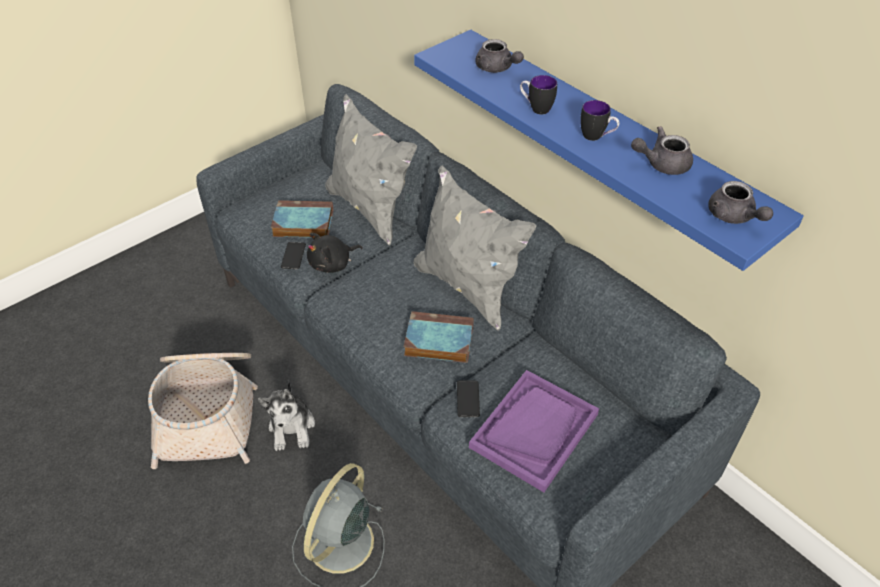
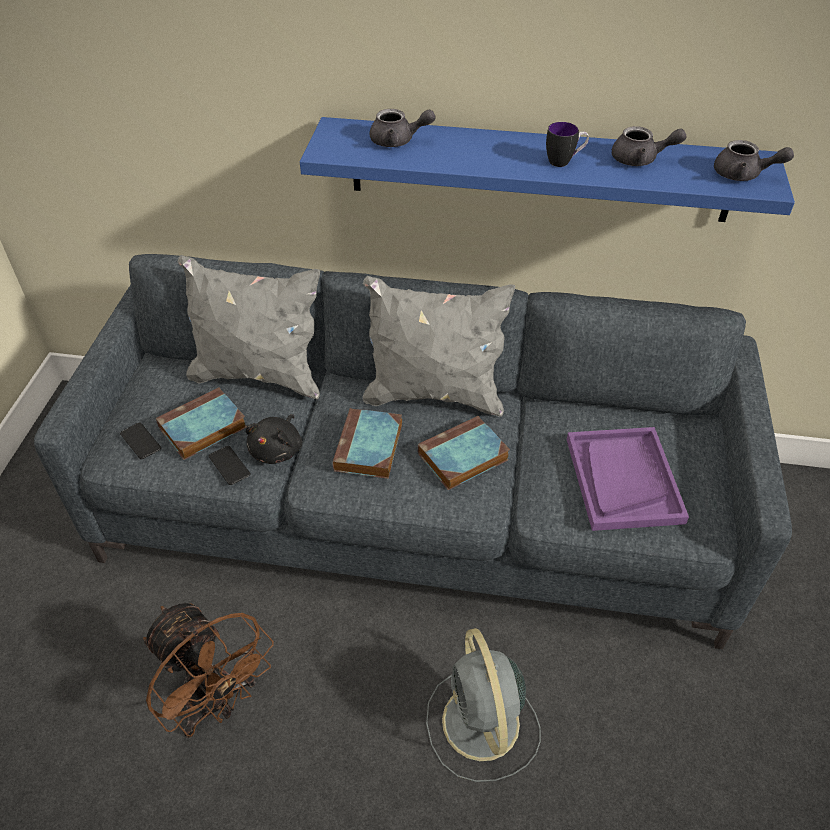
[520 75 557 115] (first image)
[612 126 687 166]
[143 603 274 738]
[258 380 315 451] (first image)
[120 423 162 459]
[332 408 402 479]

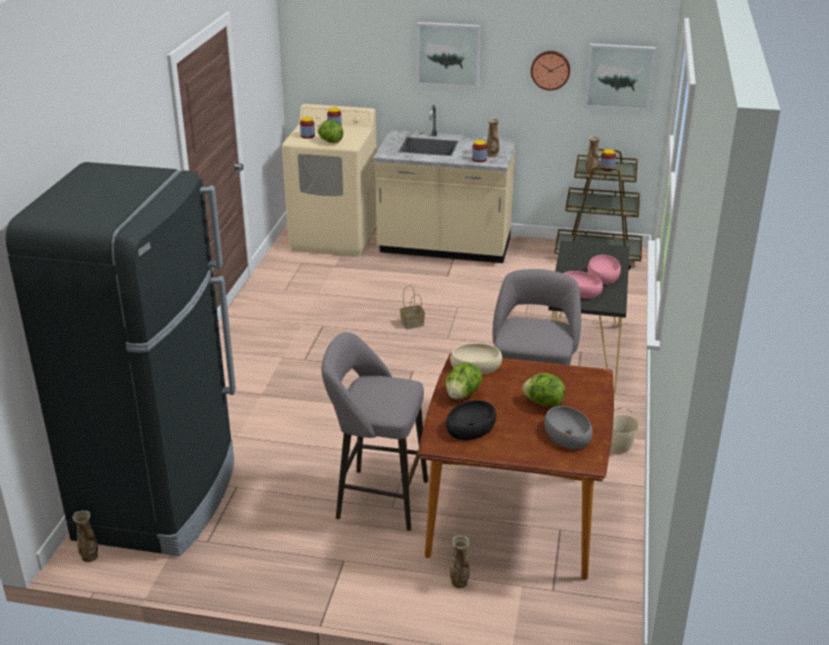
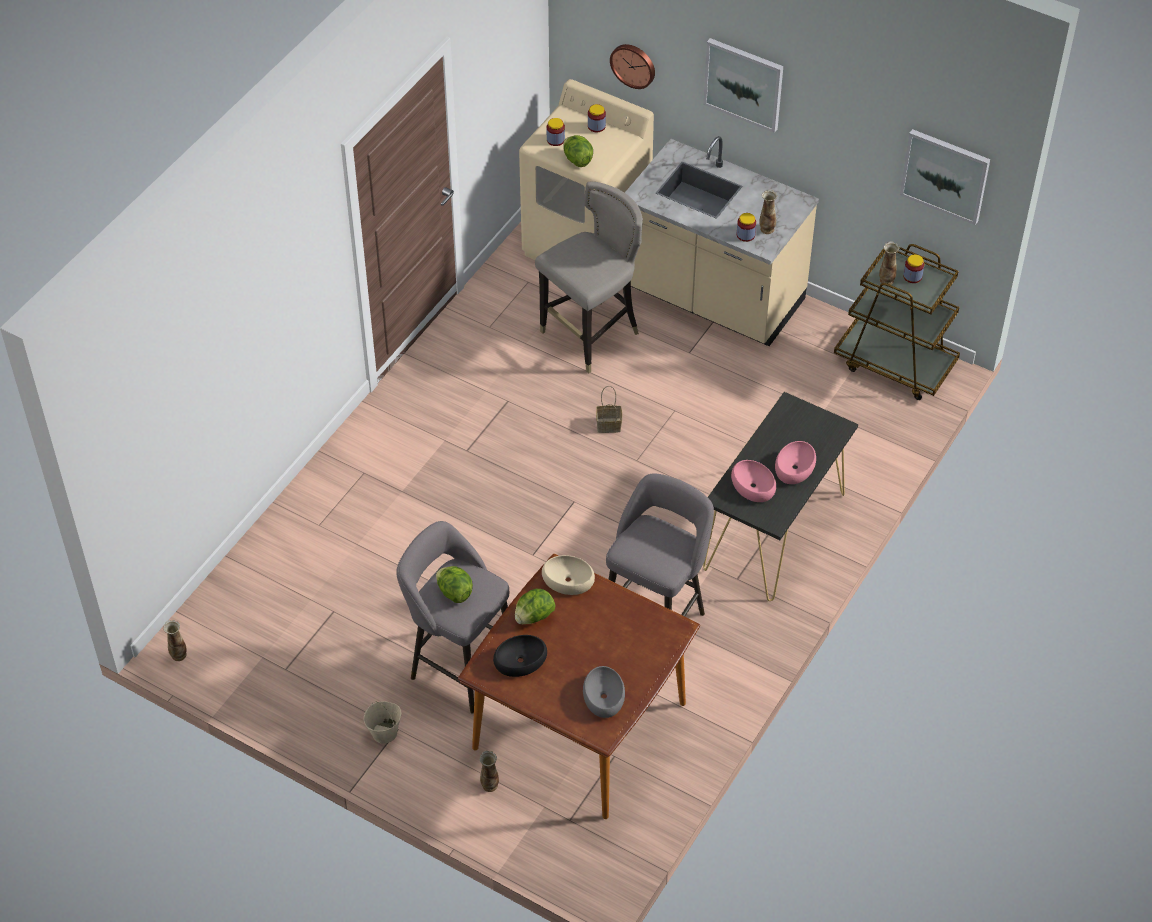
[610 44 655 89]
[5 162 236 556] (first image)
[436 566 473 603]
[364 701 402 744]
[535 182 643 373]

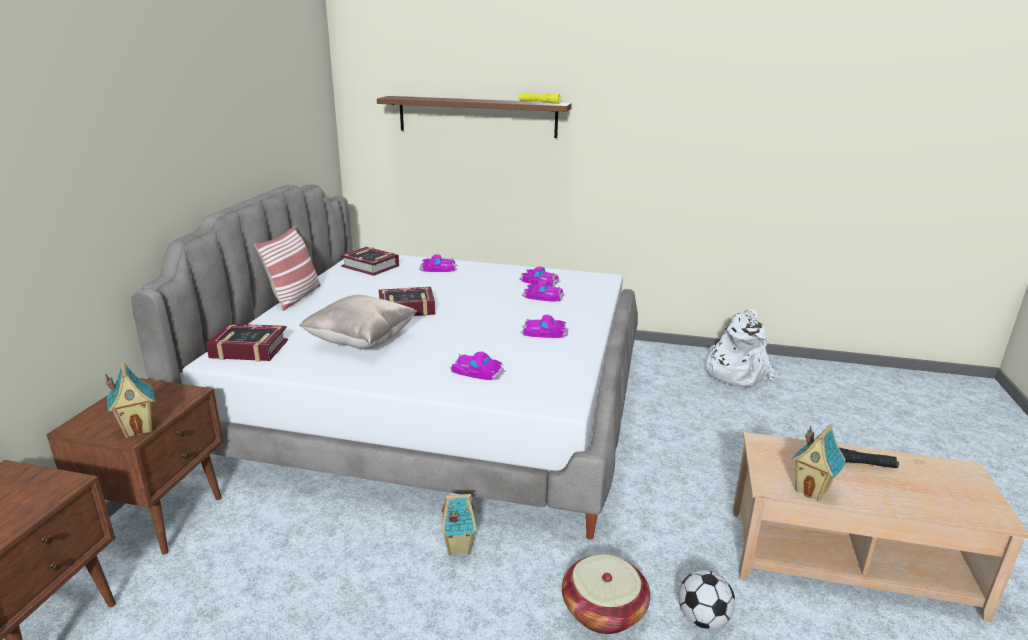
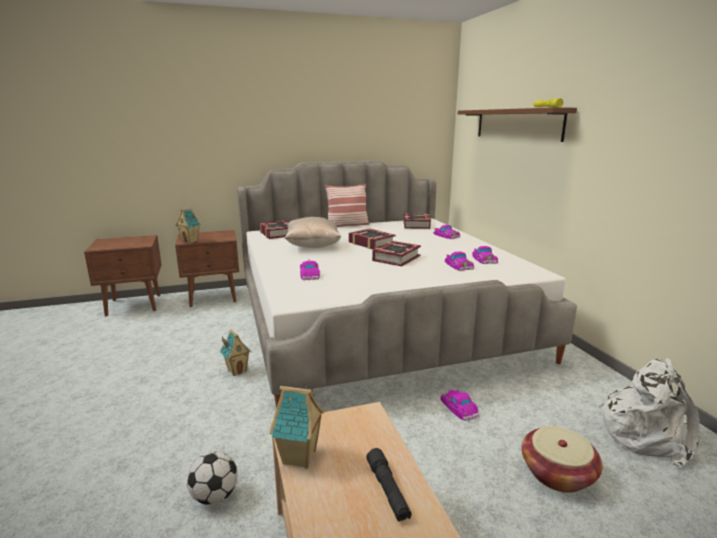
[440 388 480 421]
[521 426 603 493]
[372 241 421 266]

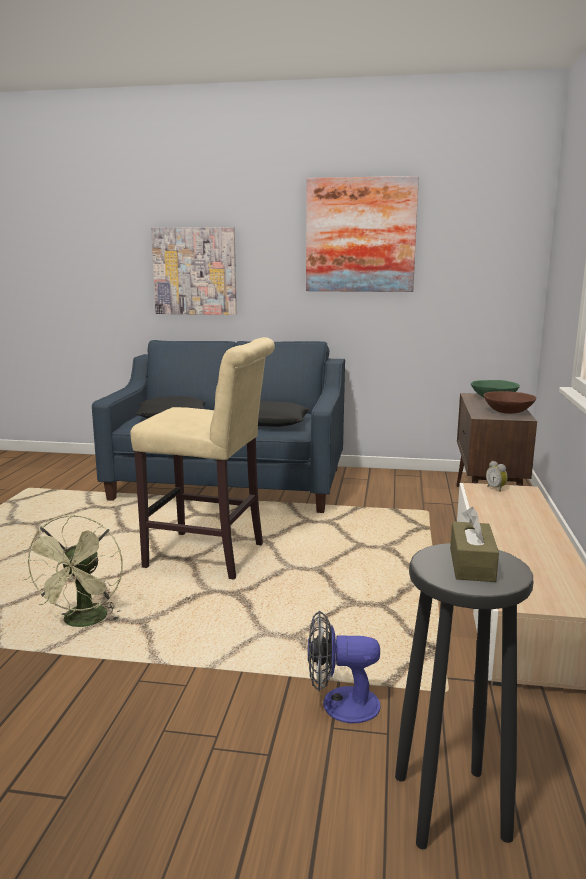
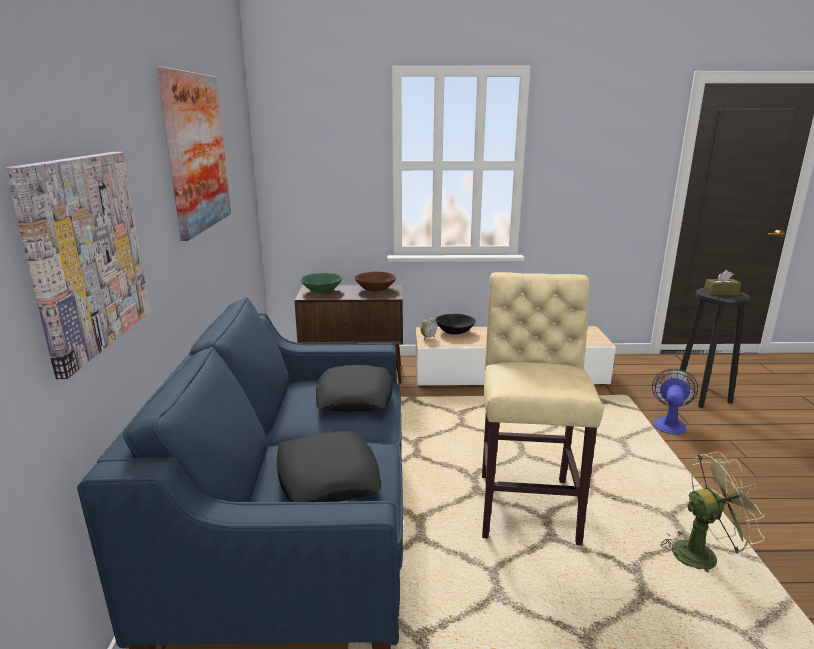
[652 369 698 435]
[435 314 476 335]

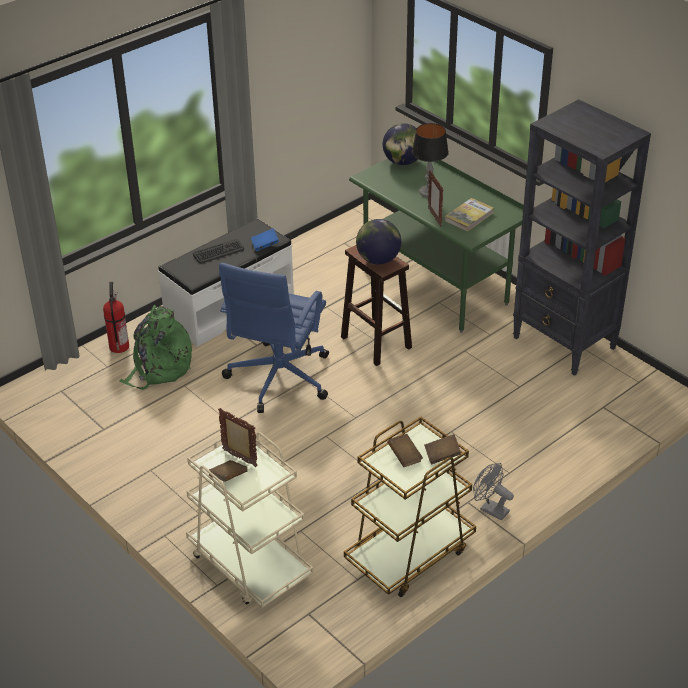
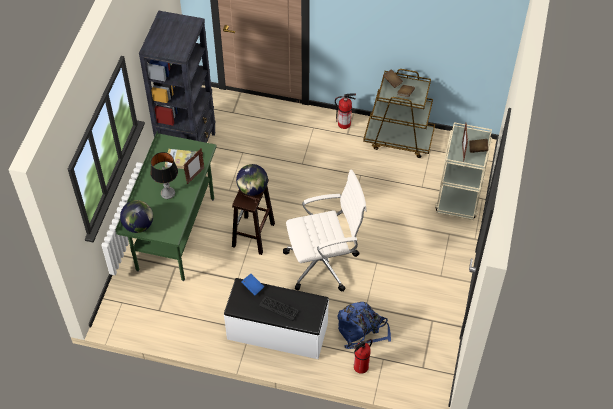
[283 170 367 292]
[337 302 391 349]
[335 93 356 129]

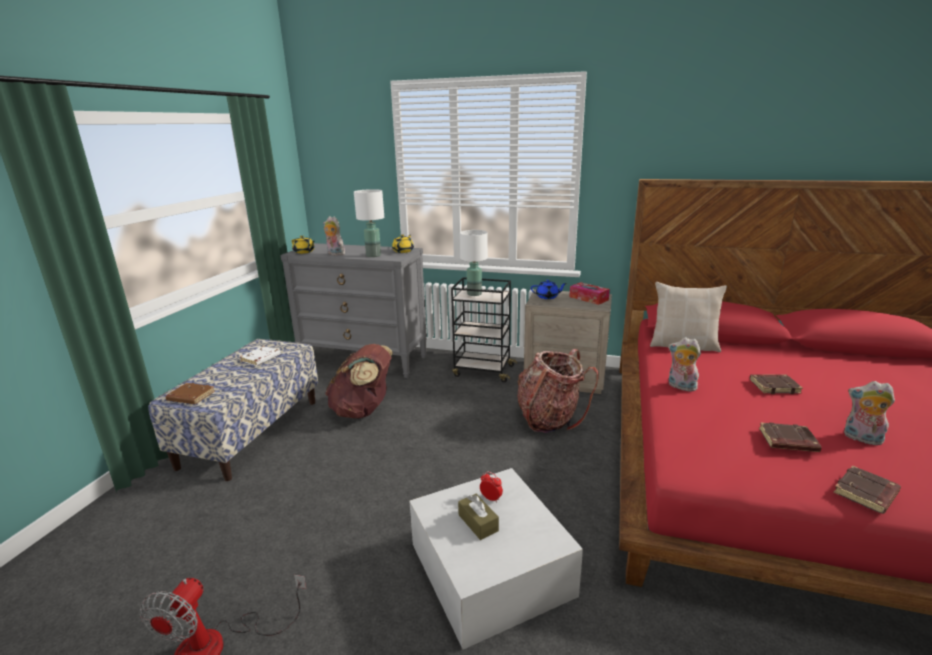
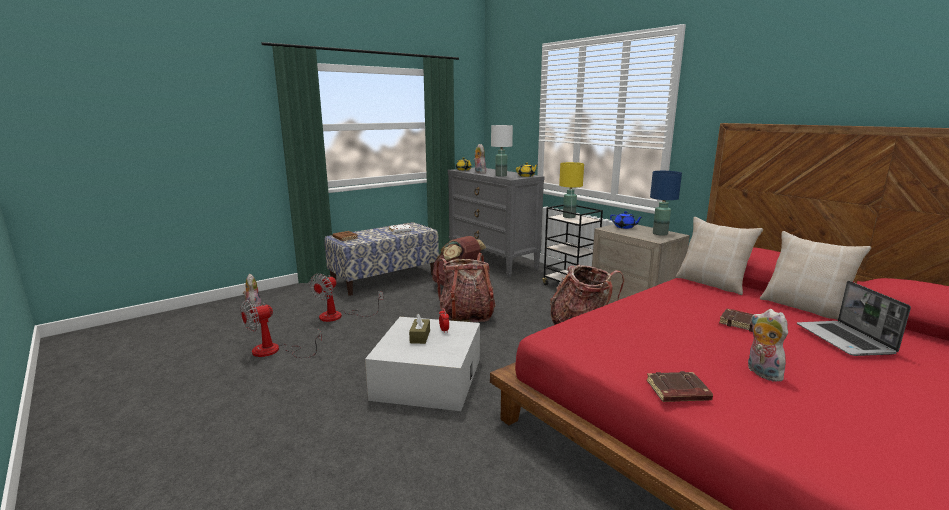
[559 162 584 218]
[650 171 682 236]
[243 274 262 307]
[759 422 822 452] (first image)
[760 231 871 320]
[436 253 495 322]
[310 273 383 322]
[797 281 911 356]

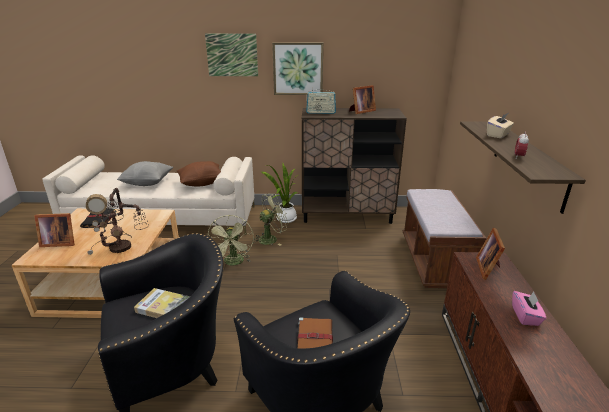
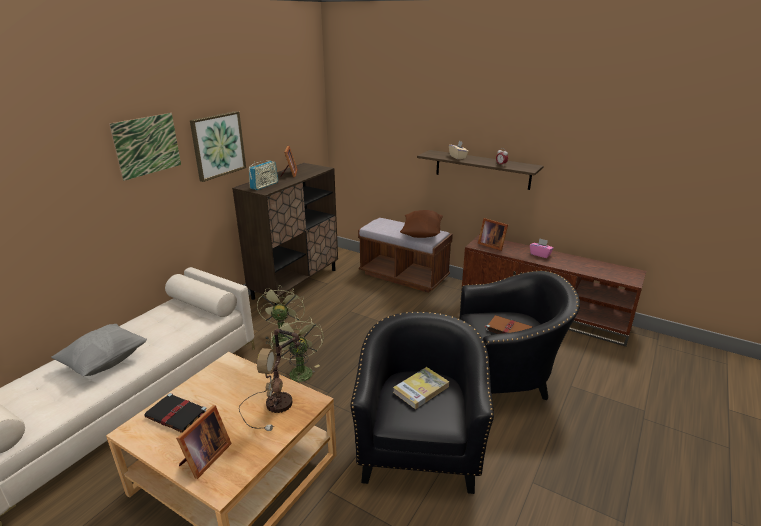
[400 210 443 238]
[262 163 298 223] (first image)
[271 316 324 383]

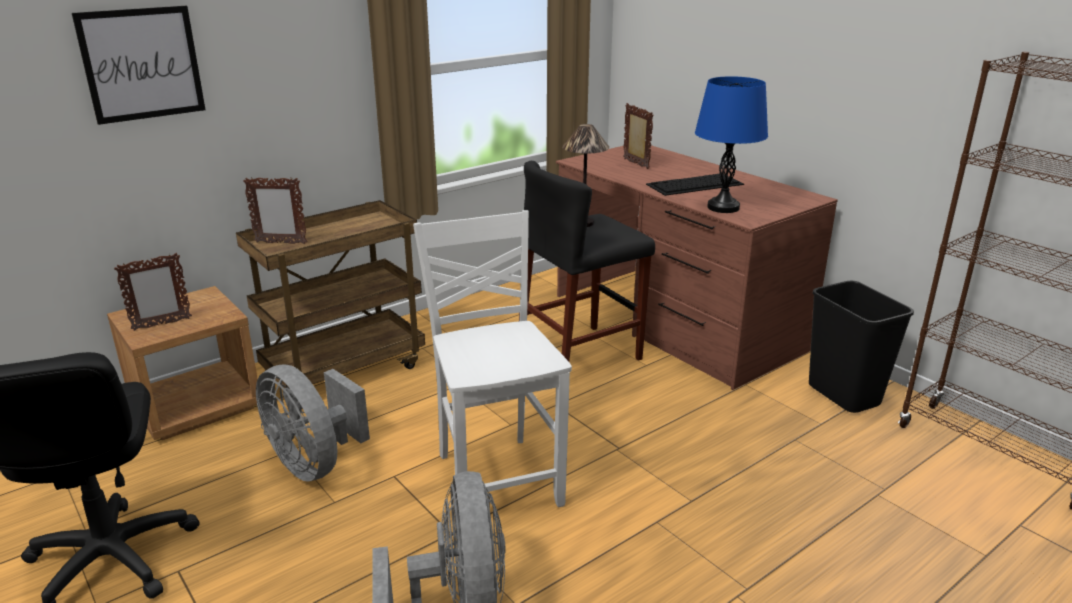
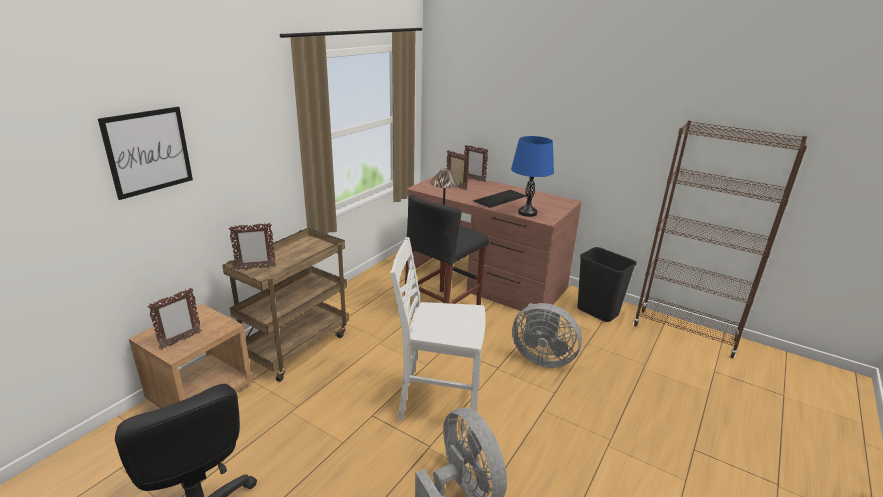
[390 237 485 431]
[512 303 582 368]
[464 145 488 182]

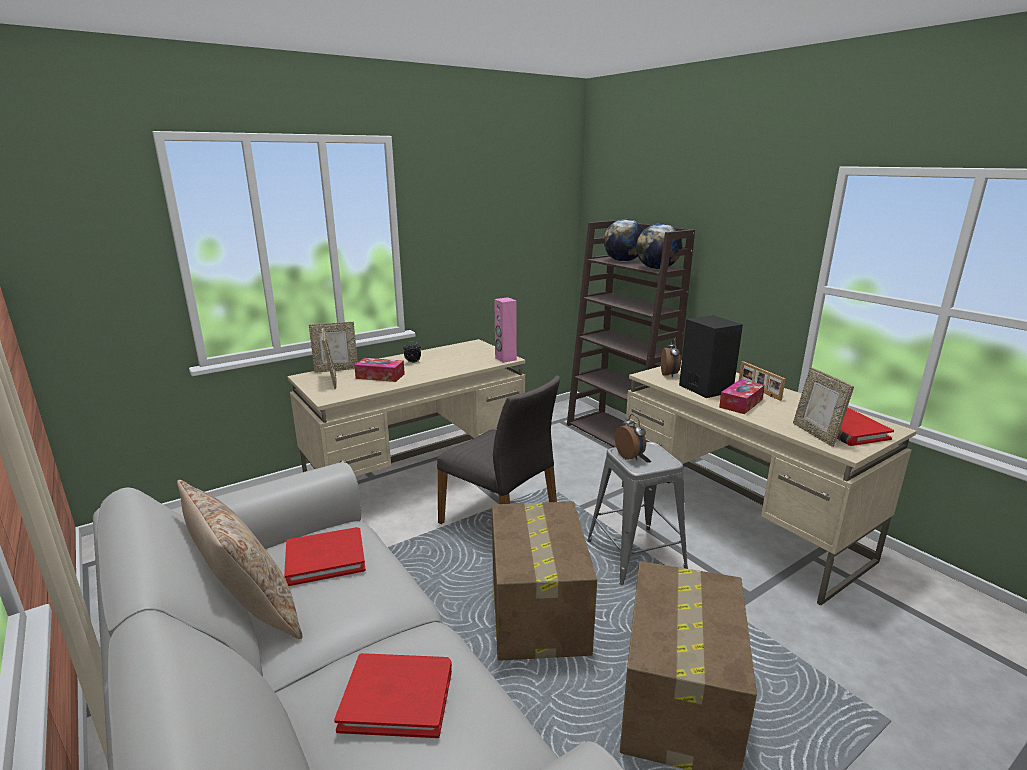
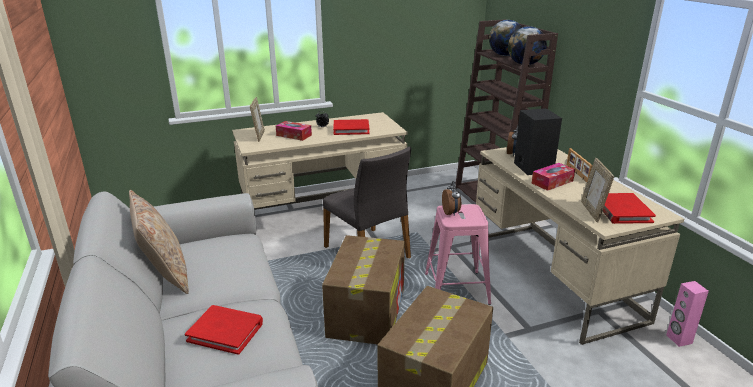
[666 281 709 347]
[309 322 358 373] (first image)
[425 204 491 305]
[333 119 370 135]

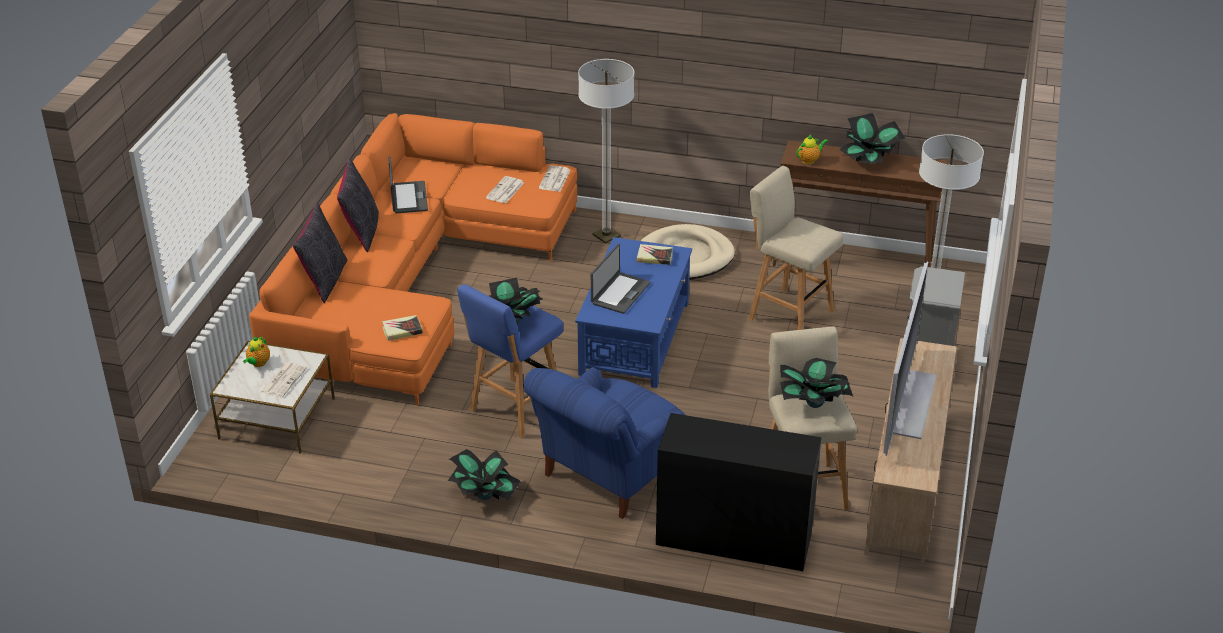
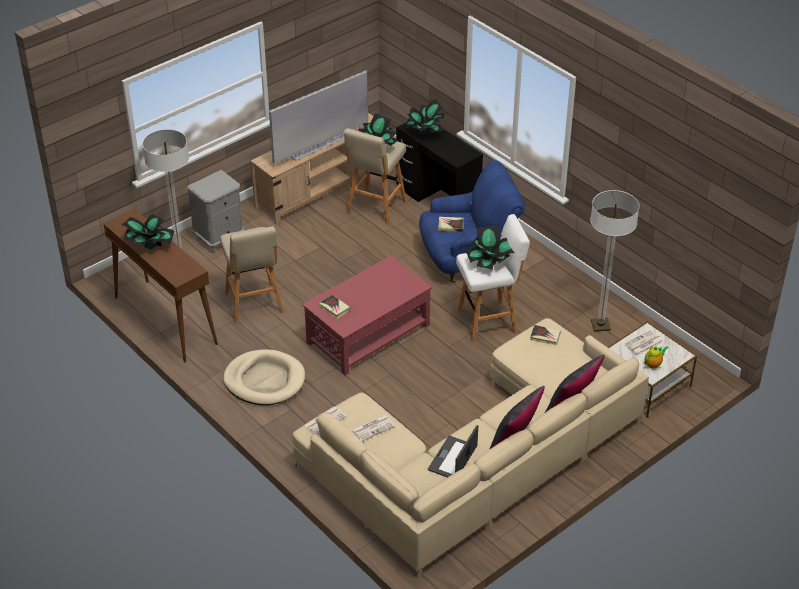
[590 190 640 331]
[293 318 649 577]
[796 135 828 164] (first image)
[302 256 432 375]
[591 244 650 314] (first image)
[456 214 530 342]
[406 99 444 134]
[438 217 464 232]

